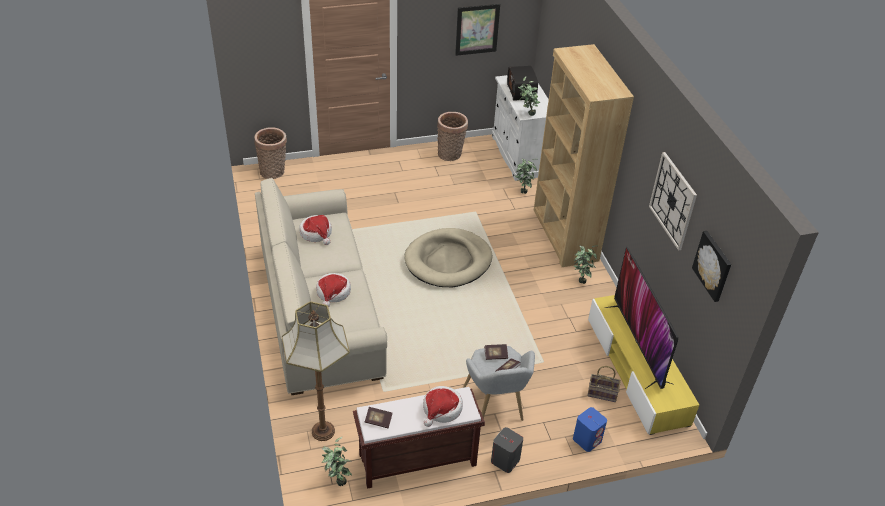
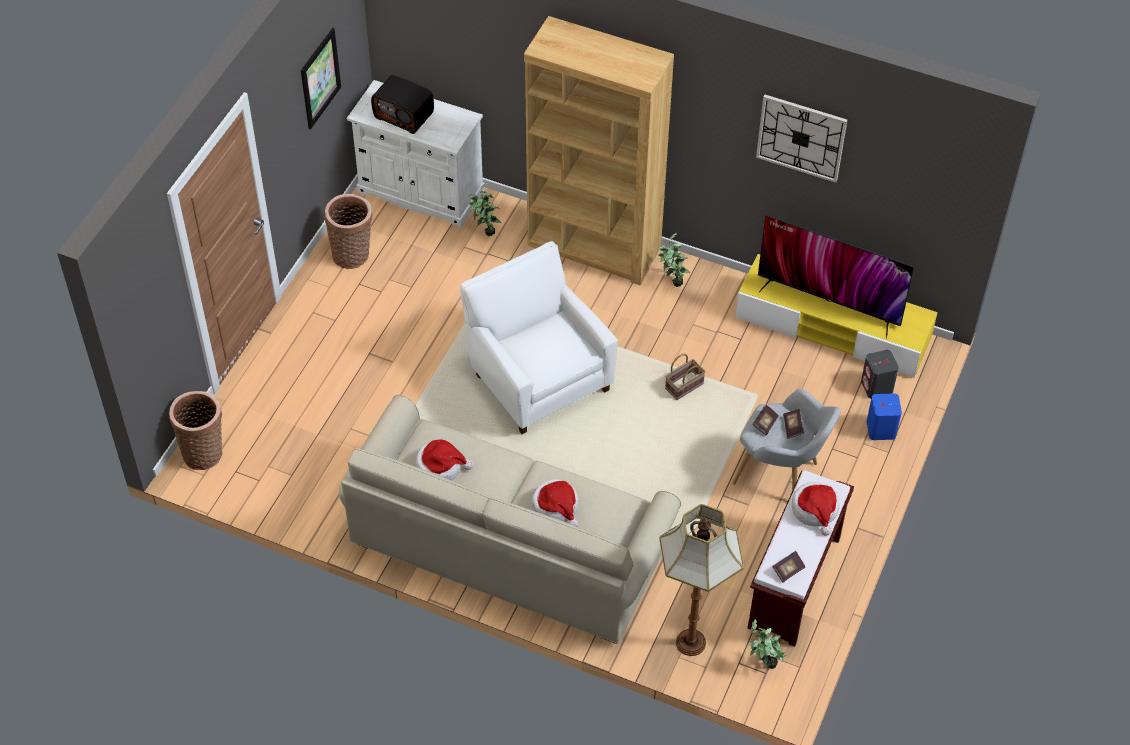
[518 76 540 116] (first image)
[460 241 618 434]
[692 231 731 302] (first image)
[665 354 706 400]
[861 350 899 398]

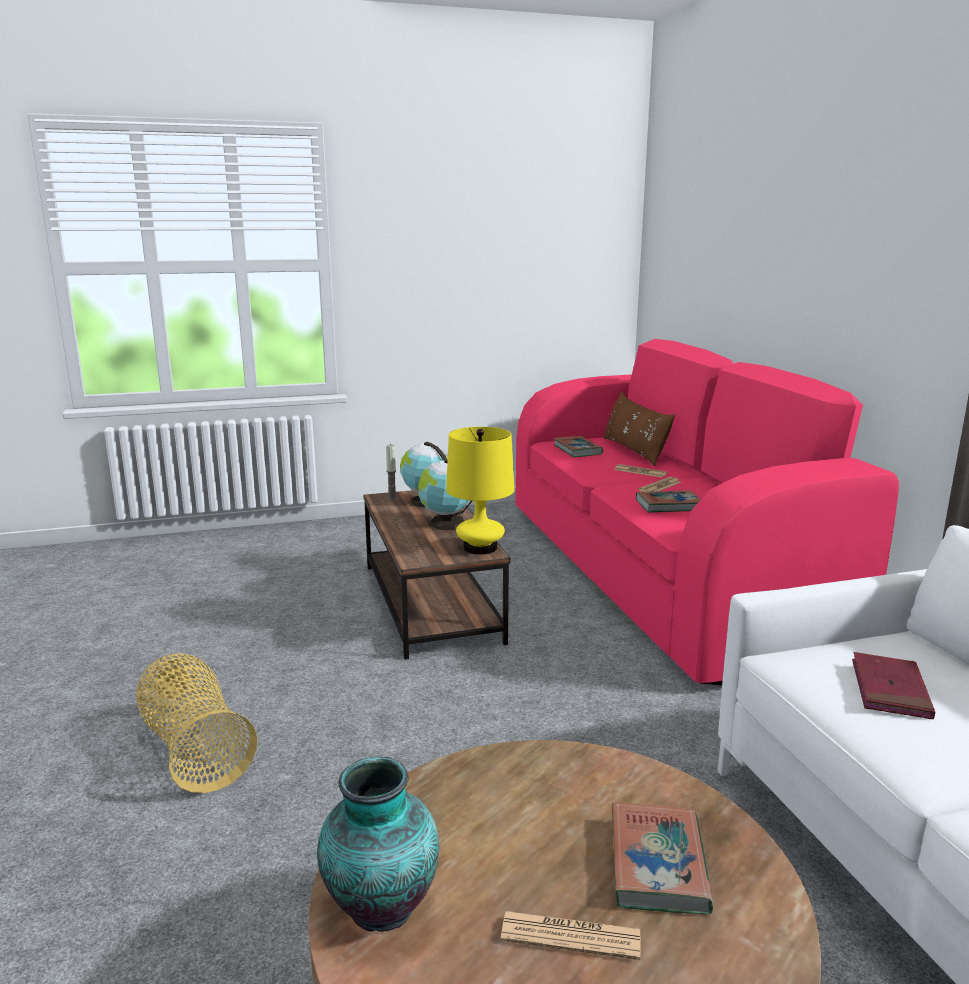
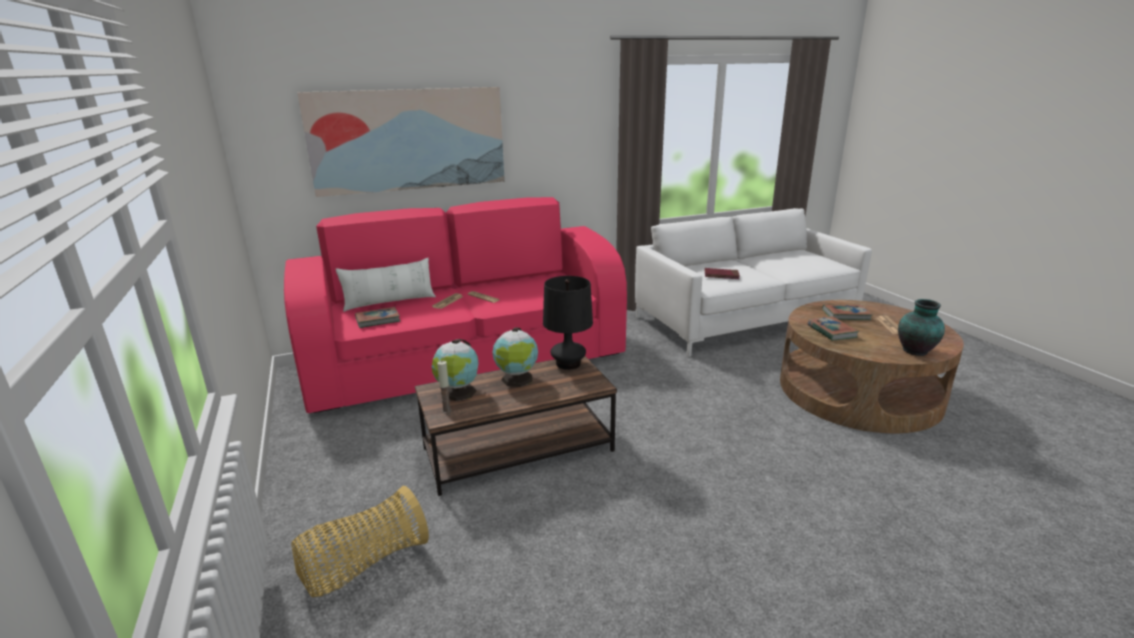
[336 258 436 312]
[543 276 593 370]
[807 316 859 341]
[291 486 429 597]
[297 87 505 197]

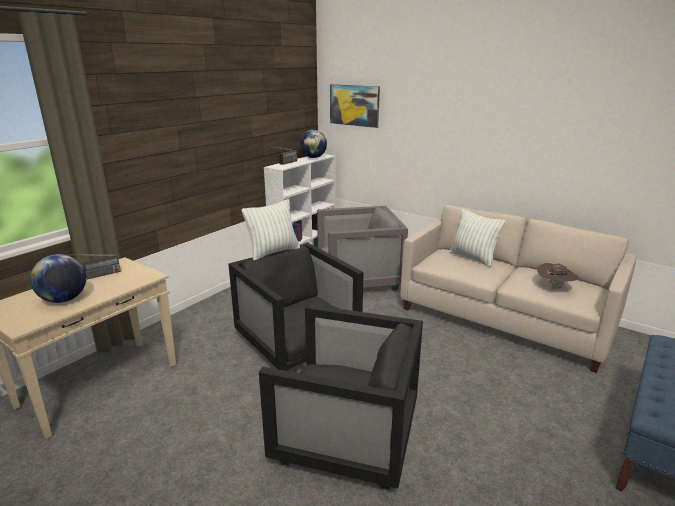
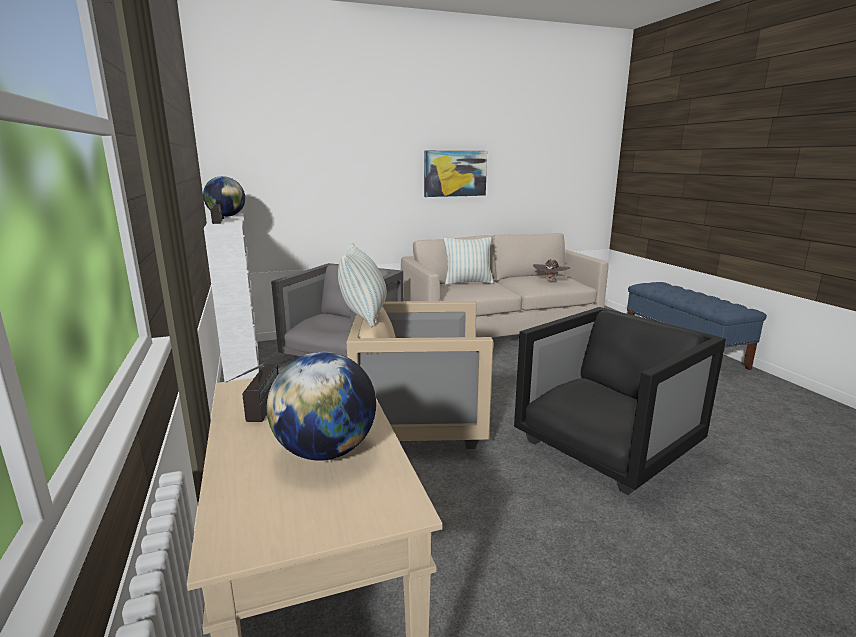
[424 151 487 197]
[347 301 493 449]

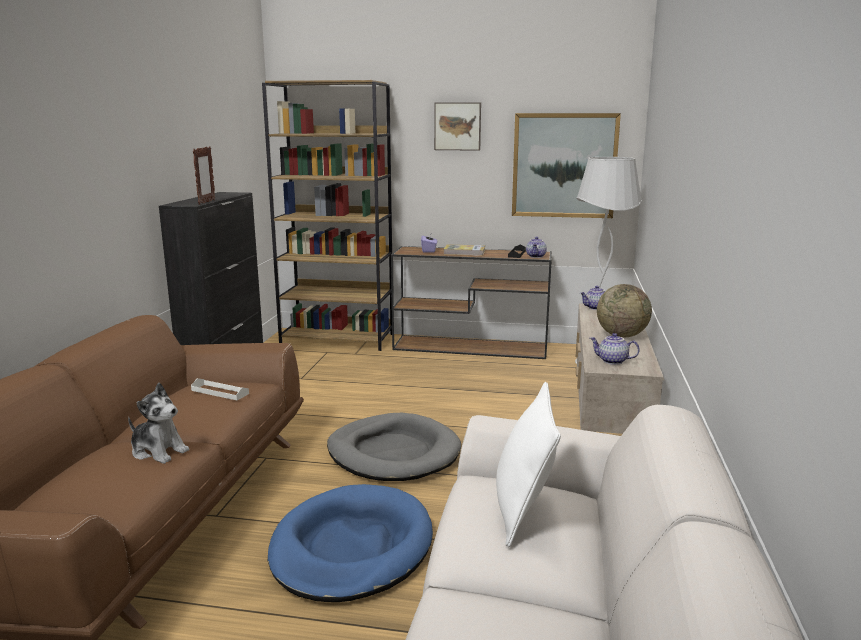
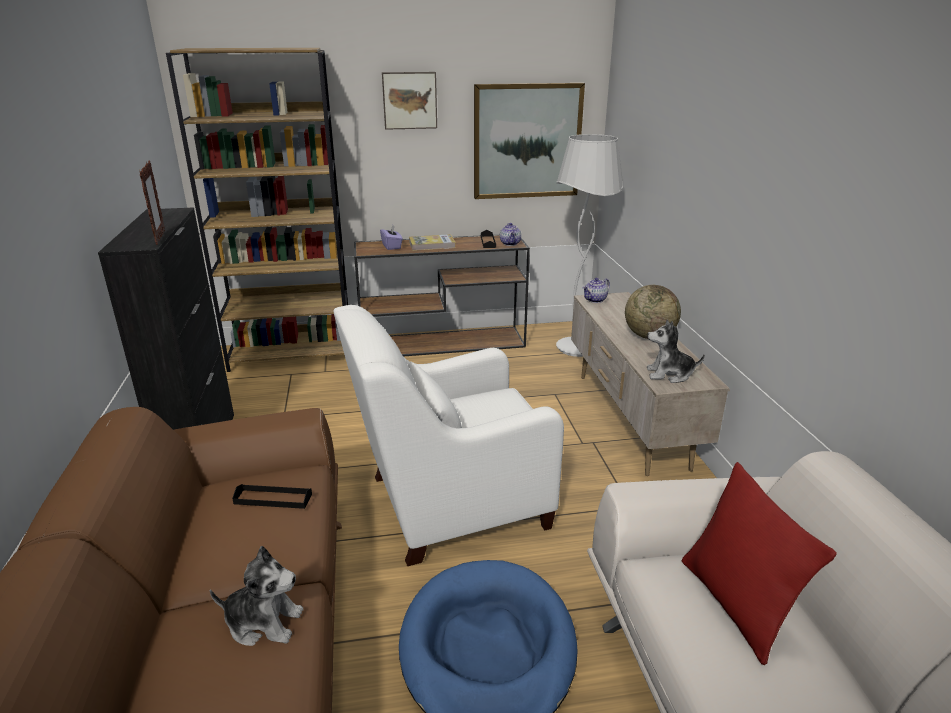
[647 320 705 383]
[232 484 312 509]
[682 462 837 665]
[334 305 564 566]

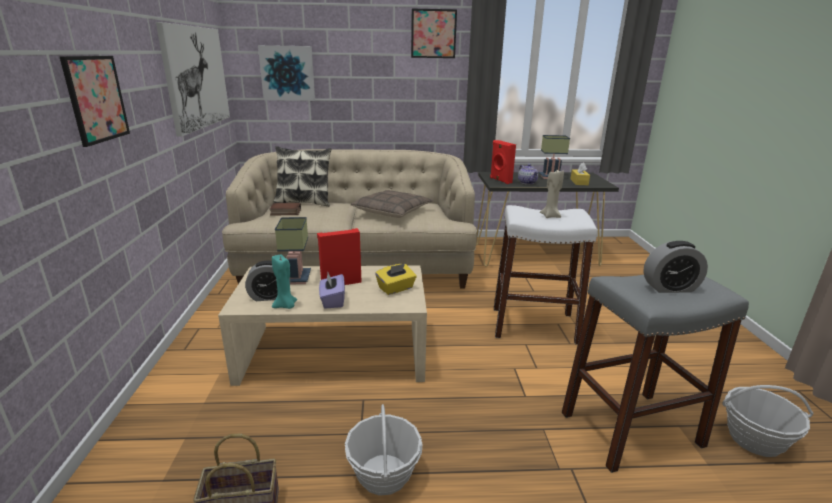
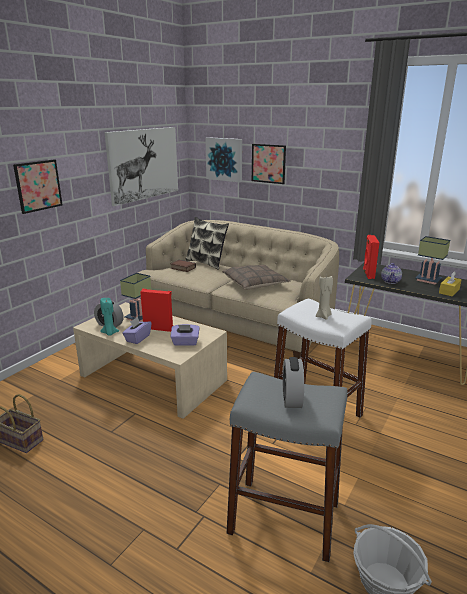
[252 144 286 184]
[283 357 304 408]
[171 324 200 346]
[345 404 422 496] (first image)

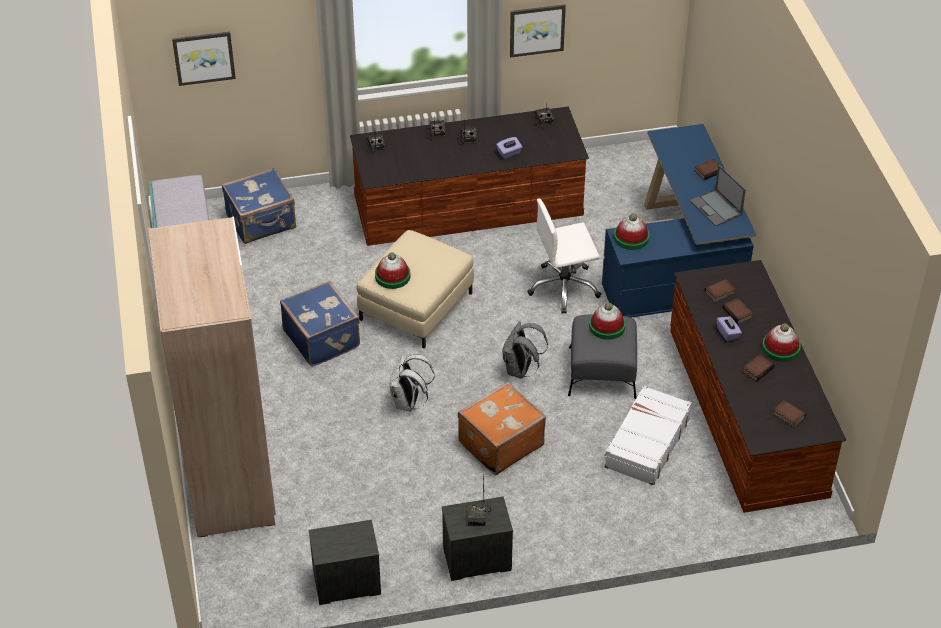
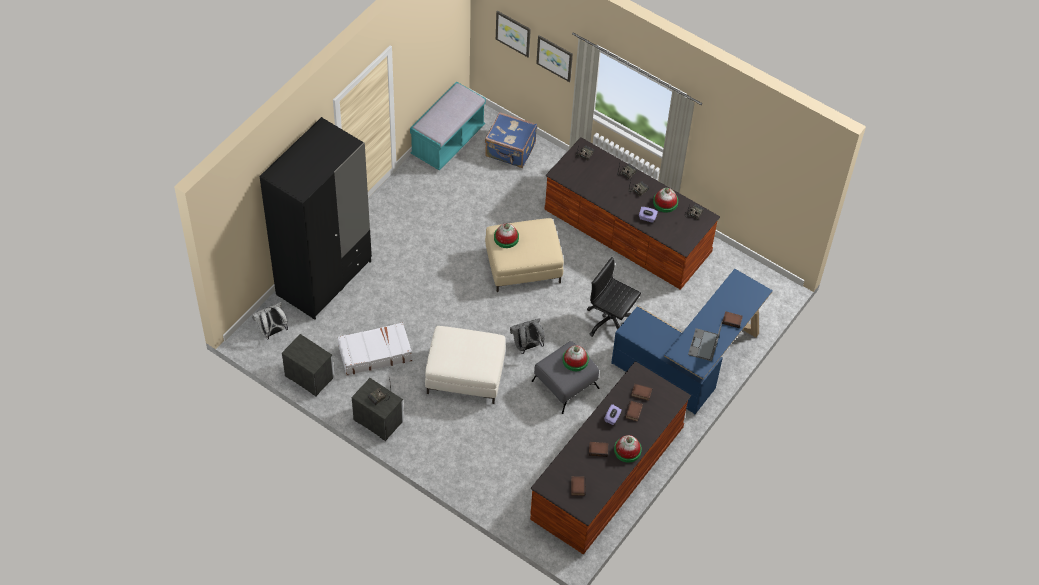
[536 35 573 82]
[587 257 641 337]
[653 188 678 212]
[259 117 372 320]
[280 281 360 367] (first image)
[252 302 288 340]
[425 326 506 404]
[338 322 412 375]

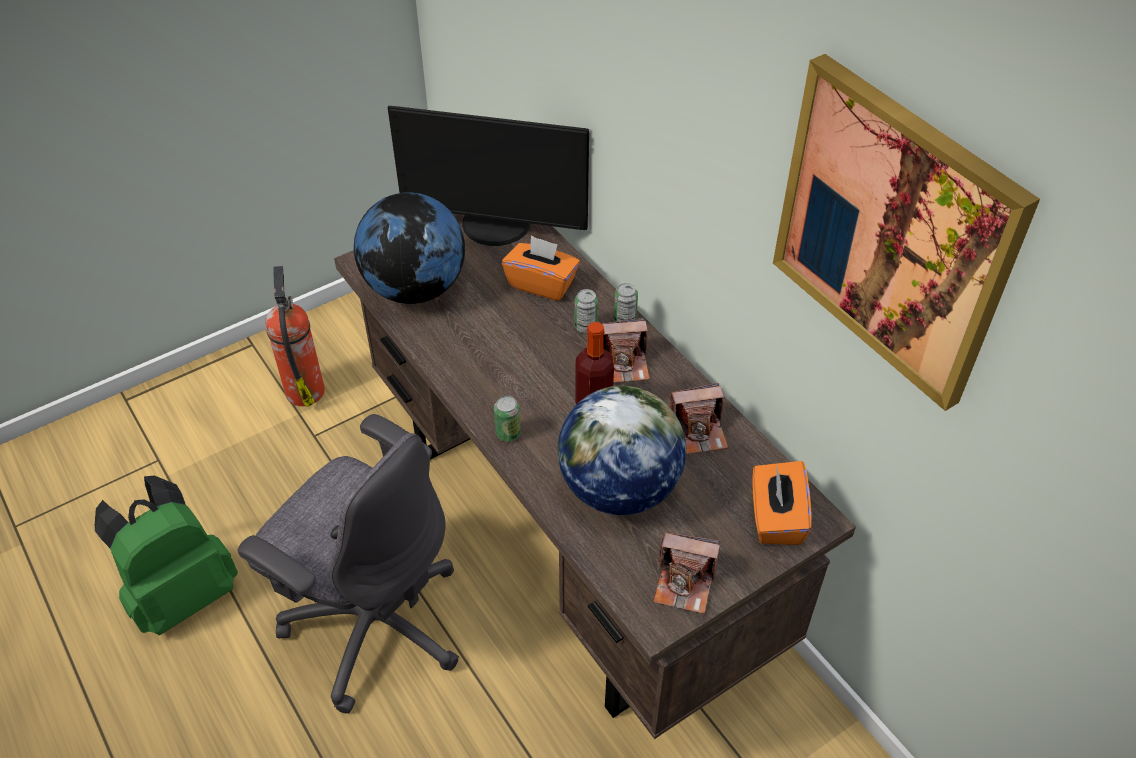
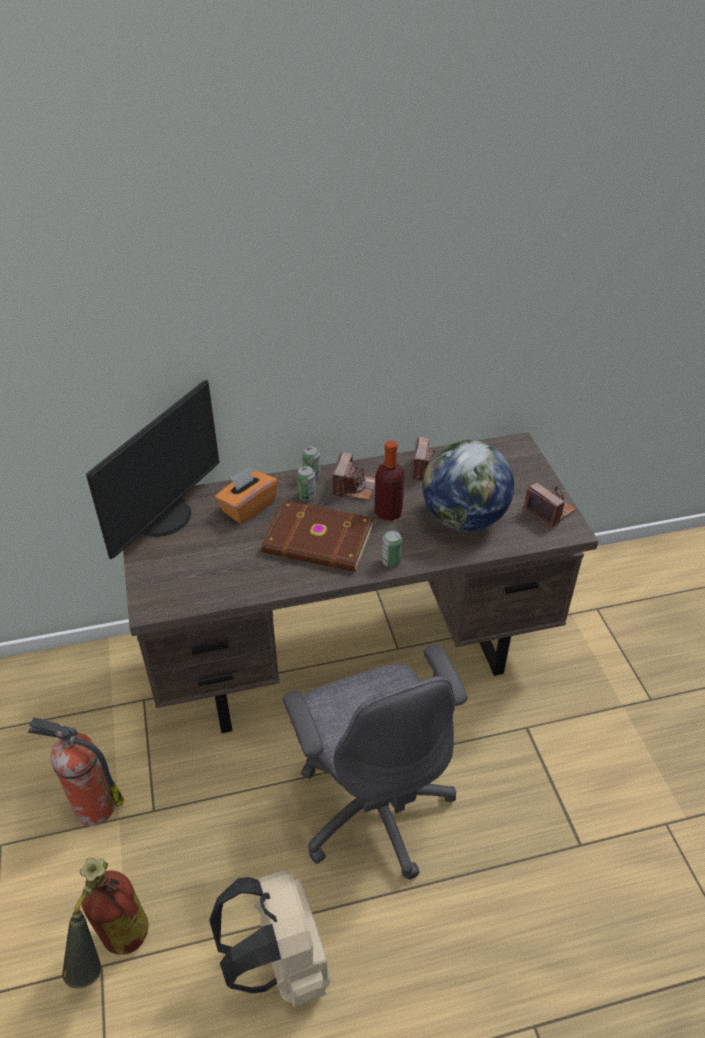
[773 54 1040 411] (first image)
[354 192 465 304] (first image)
[283 644 468 880]
[752 461 812 545] (first image)
[209 870 331 1007]
[523 483 576 527]
[261 500 373 572]
[62 858 148 988]

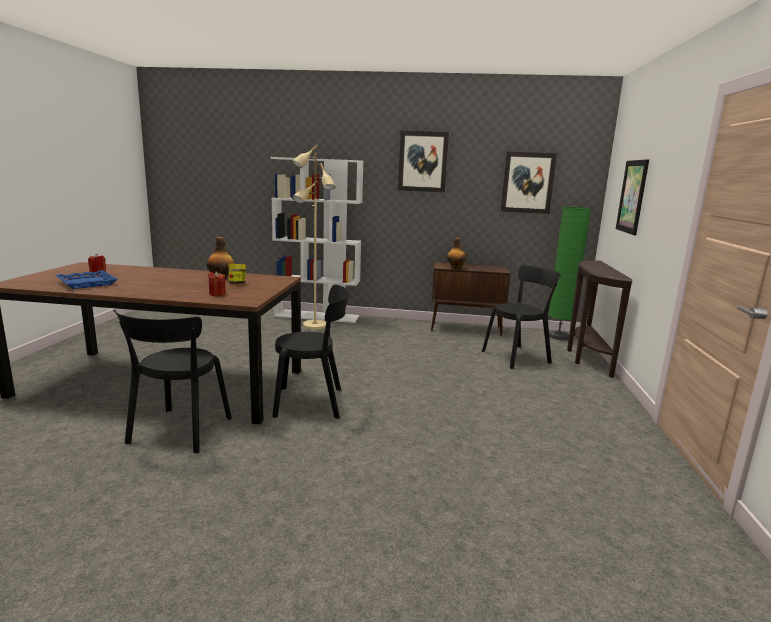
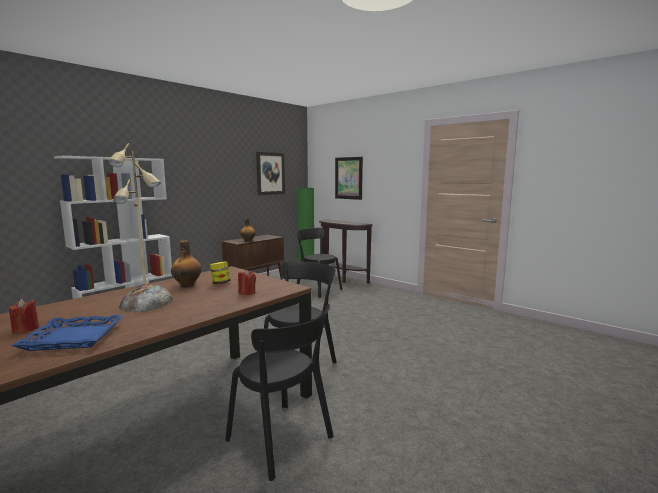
[398 131 449 193] (first image)
[296 228 342 298]
[118 284 173 313]

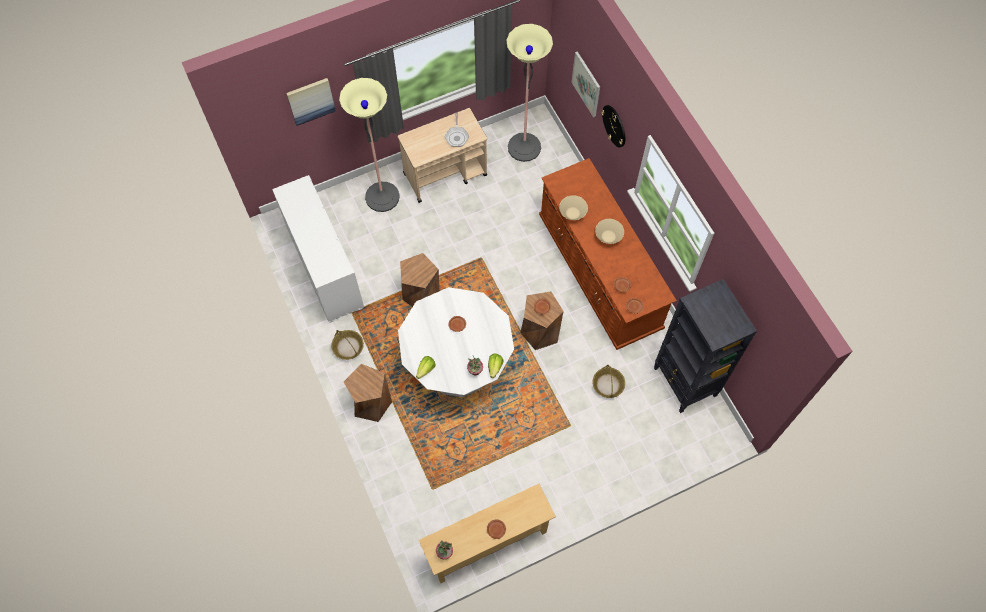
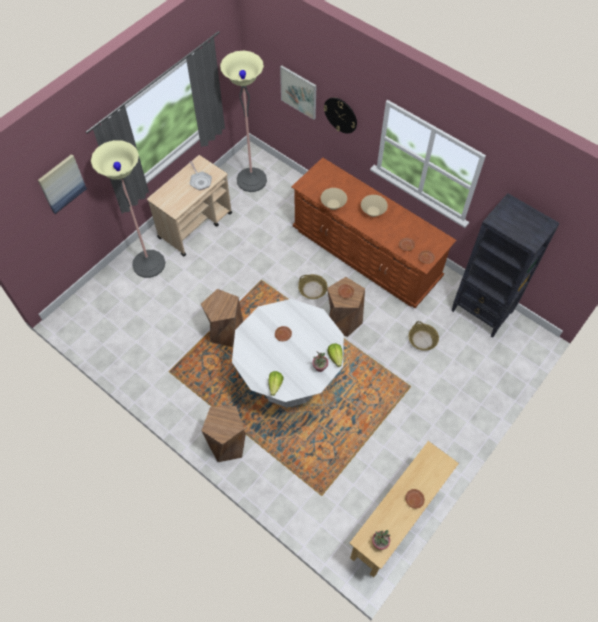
[272 175 364 323] (first image)
[298 274 328 299]

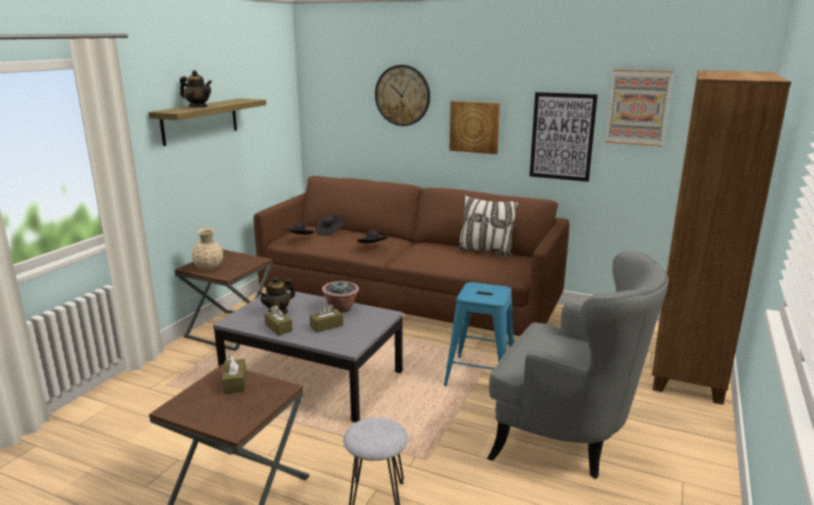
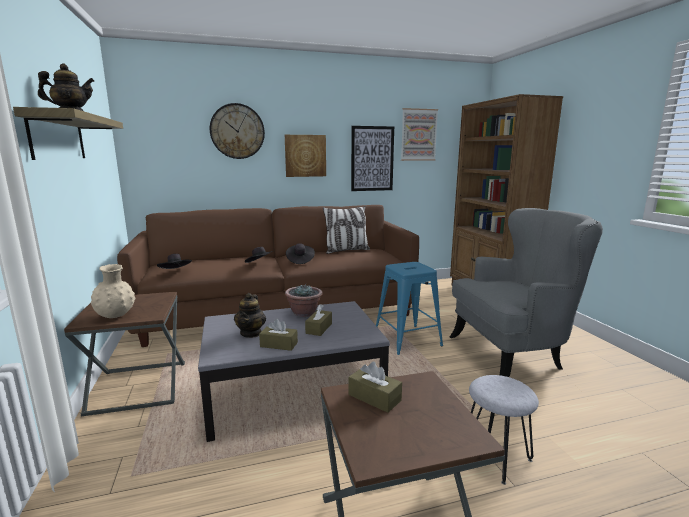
[286 243 315 264]

